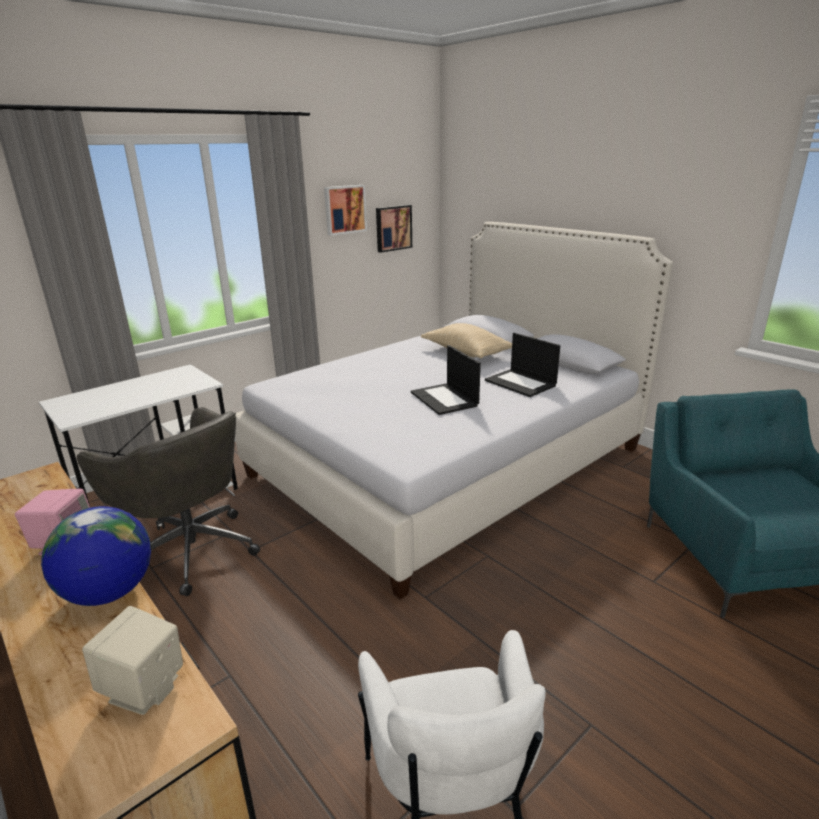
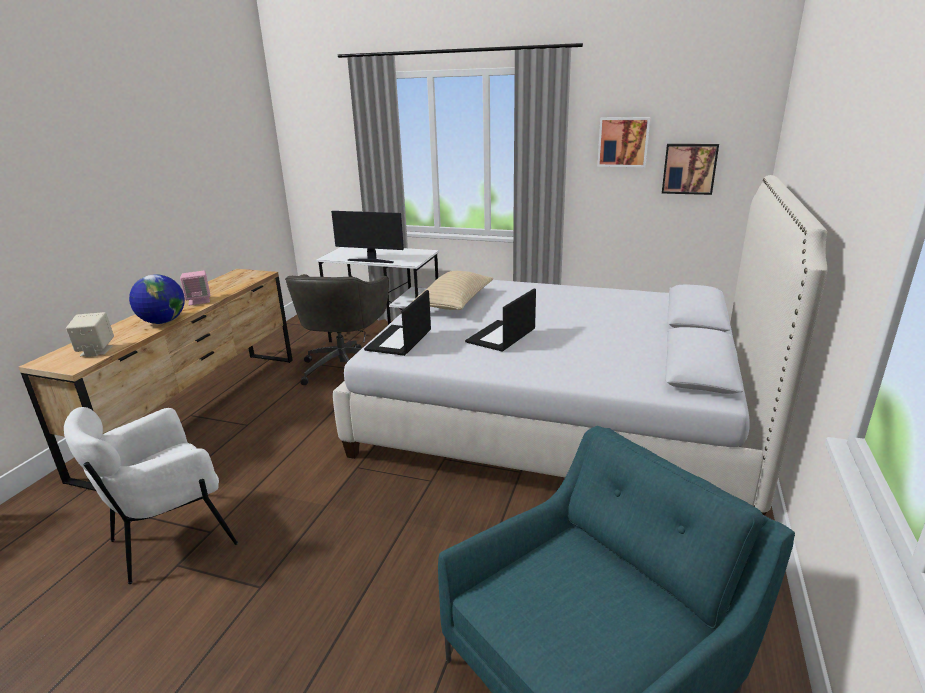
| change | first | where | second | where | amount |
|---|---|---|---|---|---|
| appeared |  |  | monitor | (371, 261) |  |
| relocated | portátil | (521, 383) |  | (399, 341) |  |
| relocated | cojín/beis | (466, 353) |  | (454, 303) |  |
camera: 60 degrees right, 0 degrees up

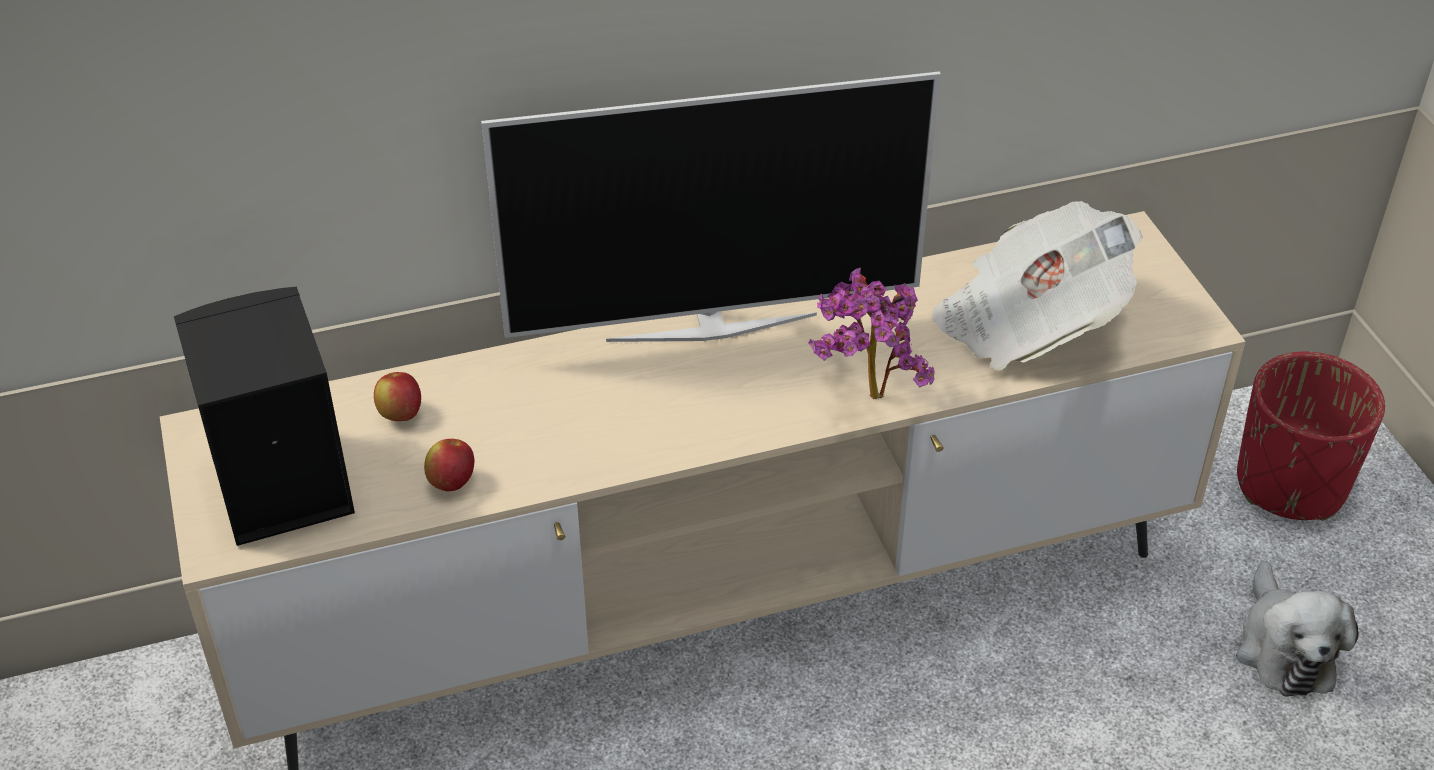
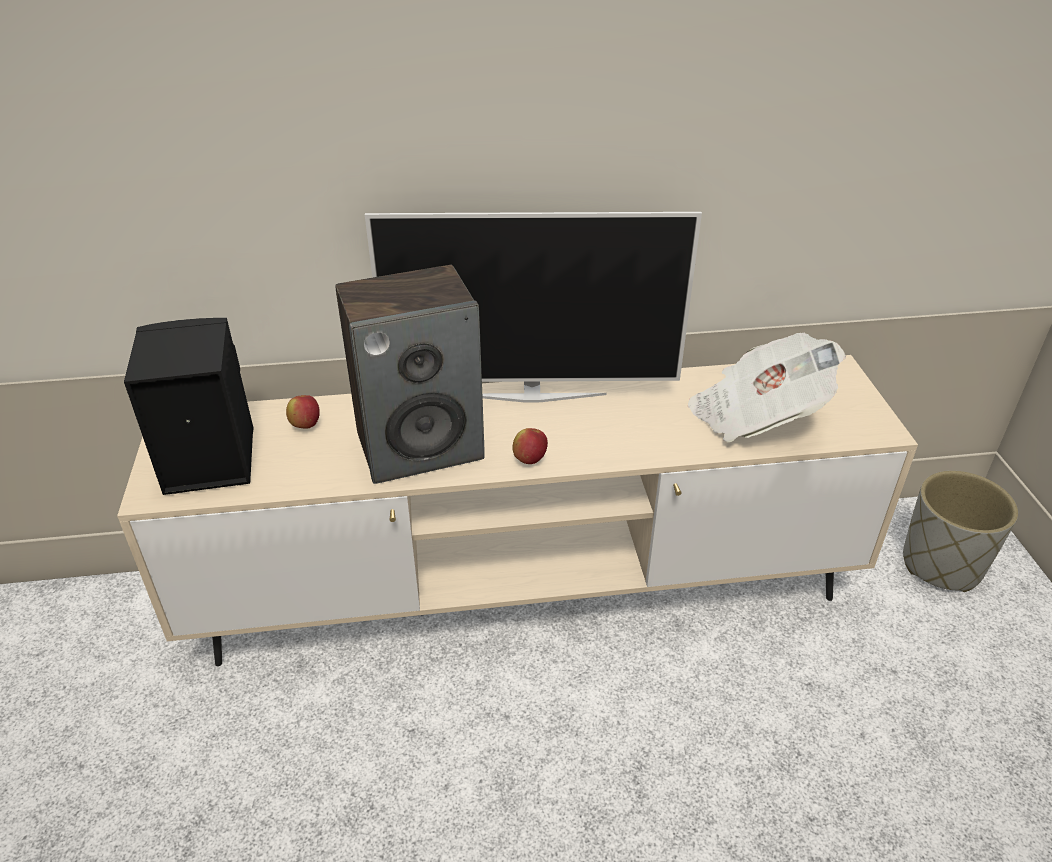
| change | first | where | second | where | amount |
|---|---|---|---|---|---|
| appeared |  |  | altavoz | (420, 446) |  |
| relocated | manzana | (452, 482) |  | (530, 459) |  |
| colour | maceta/rojo | (1291, 484) | maceta/gris | (942, 564) |  |
| missing | planta en maceta | (864, 398) |  |  |  |
| missing | peluche | (1284, 647) |  |  |  |
camera: 10 degrees right, 5 degrees down

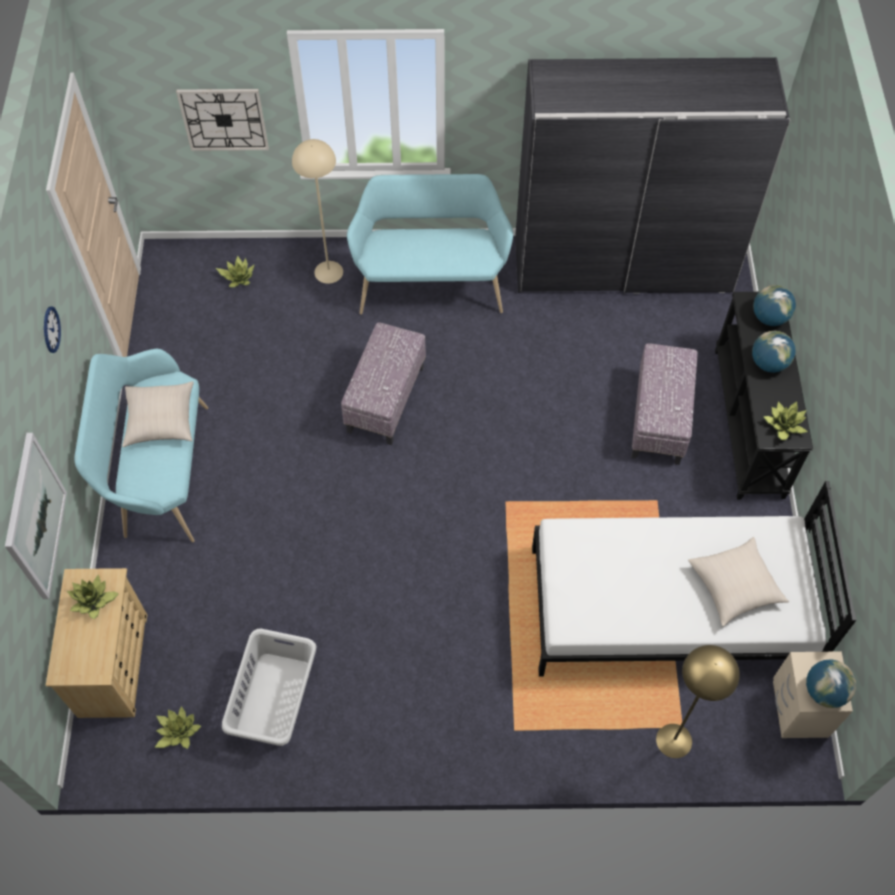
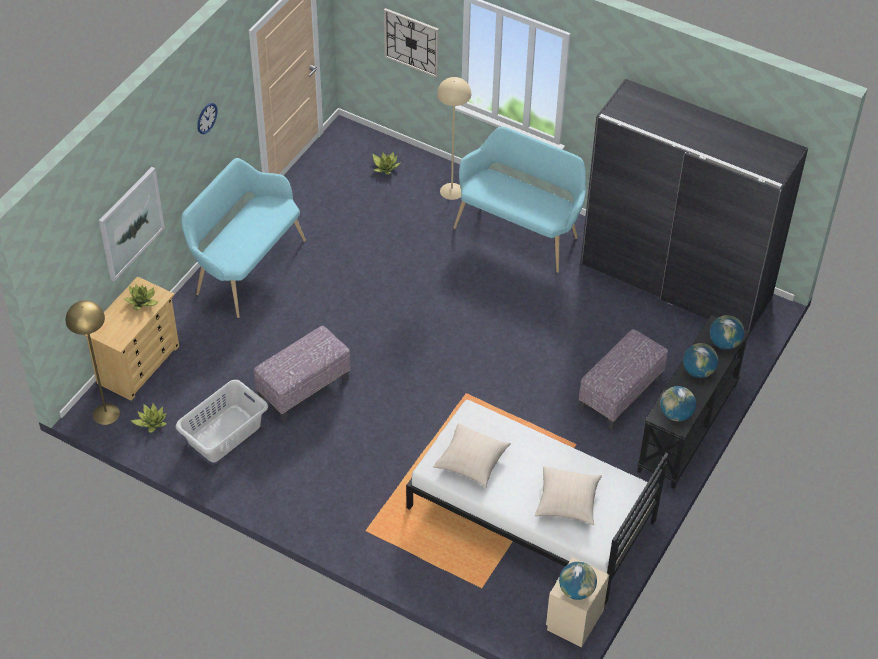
| change | first | where | second | where | amount |
|---|---|---|---|---|---|
| relocated | lámpara de pie/amarillo | (673, 740) |  | (106, 414) |  |
| relocated | puf | (385, 398) |  | (304, 388) |  |
| relocated | cojín/beis | (161, 420) |  | (471, 461) |  |
| exchanged | planta en maceta | (784, 425) | globo terráqueo | (676, 414) |  |
camera: 30 degrees right, 10 degrees down

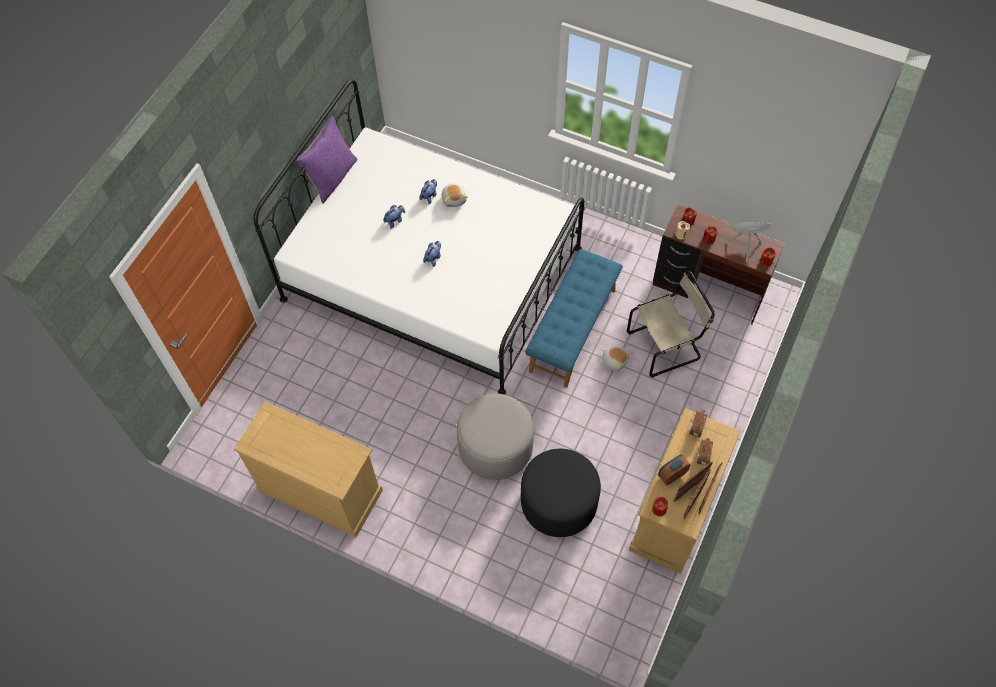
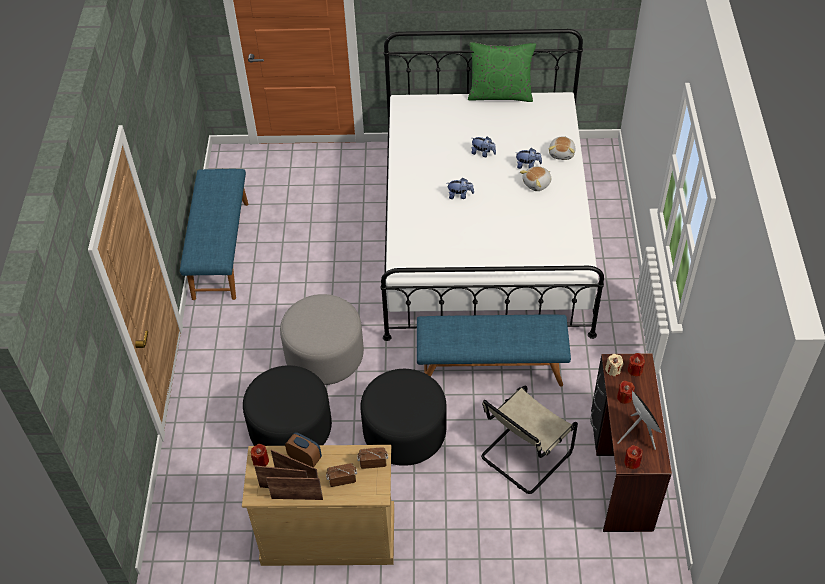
| change | first | where | second | where | amount |
|---|---|---|---|---|---|
| exchanged | cómoda/beis | (320, 490) | banco/azul | (220, 249) |  |
| appeared |  |  | puf/negro | (404, 432) |  |
| colour | cojín/morado | (332, 177) | cojín/verde | (500, 94) |  |
| spun | silla/beis | (666, 345) |  | (523, 457) | 90 degrees clockwise |
| relocated | peluche | (614, 360) |  | (562, 153) |  |
camera: 65 degrees right, 10 degrees down

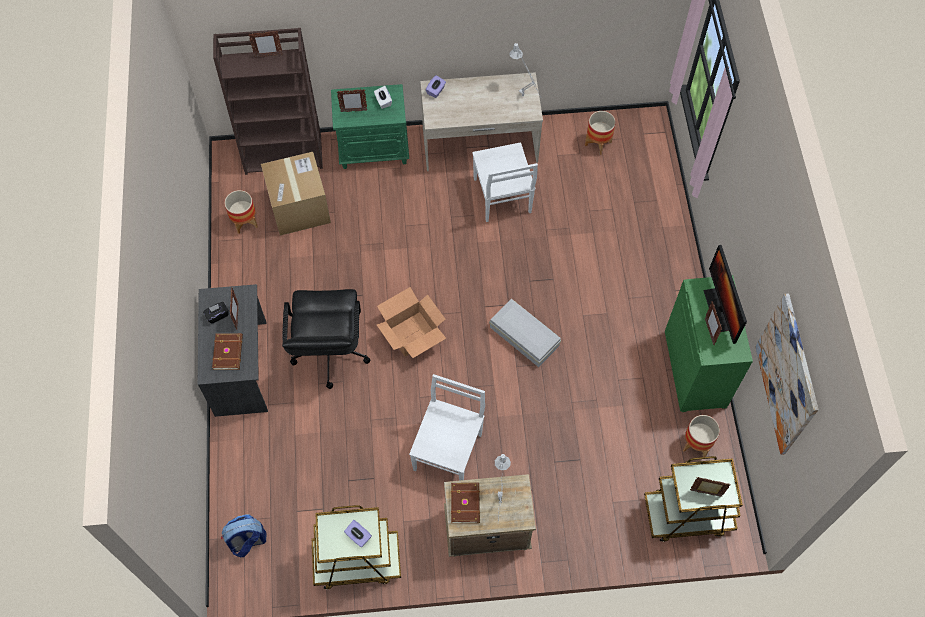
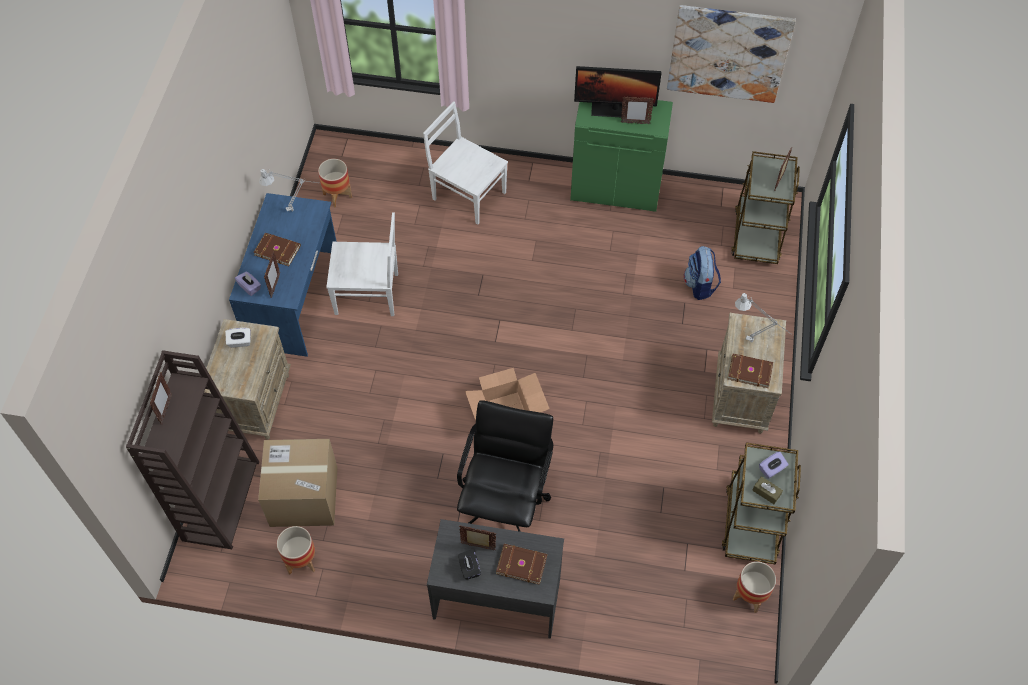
| change | first | where | second | where | amount |
|---|---|---|---|---|---|
| colour | mesita de noche/verde | (374, 149) | mesita de noche/beis | (255, 402) |  |
| colour | escritorio/beis | (480, 145) | escritorio/azul | (294, 299) |  |
| appeared |  |  | libro/marrón | (277, 249) |  |
| relocated | portarretratos | (353, 111) |  | (275, 286) |  |
| relocated | silla/blanco | (448, 450) |  | (467, 195) |  |
| spun | silla de oficina/negro | (329, 353) |  | (505, 501) | 90 degrees counterclockwise |
| relocated | mochila | (247, 541) |  | (700, 285) |  |
| relocated | maceta | (696, 444) |  | (749, 596) |  |
| appeared |  |  | caja de pañuelos/marrón | (766, 492) |  |
| missing | caja de almacenaje/blanco | (524, 337) |  |  |  |
camera: 75 degrees left, 5 degrees down

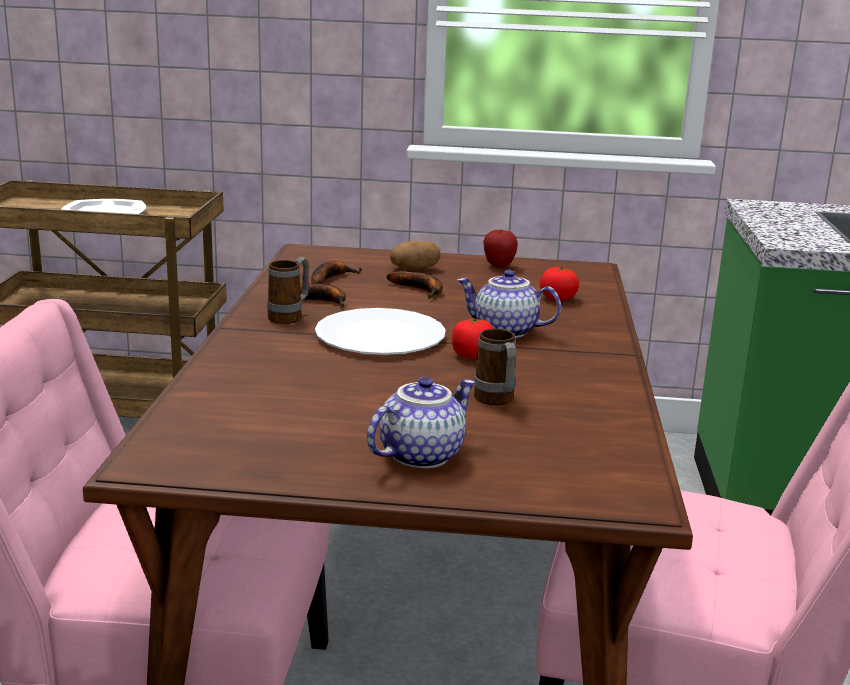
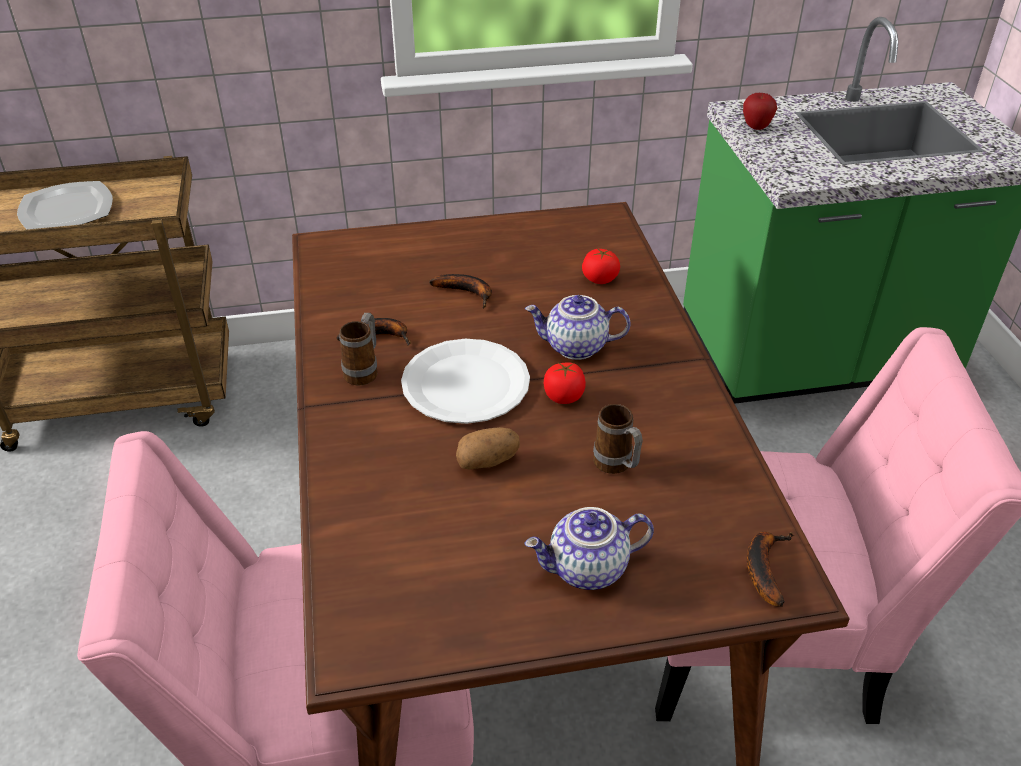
| change | first | where | second | where | amount |
|---|---|---|---|---|---|
| relocated | patata | (414, 268) |  | (488, 461) |  |
| spun | tetera | (420, 455) |  | (587, 570) | 135 degrees counterclockwise |
| relocated | manzana | (499, 266) |  | (756, 127) |  |
| relocated | plátano | (329, 279) |  | (763, 567) |  |
camera: 15 degrees left, 20 degrees up

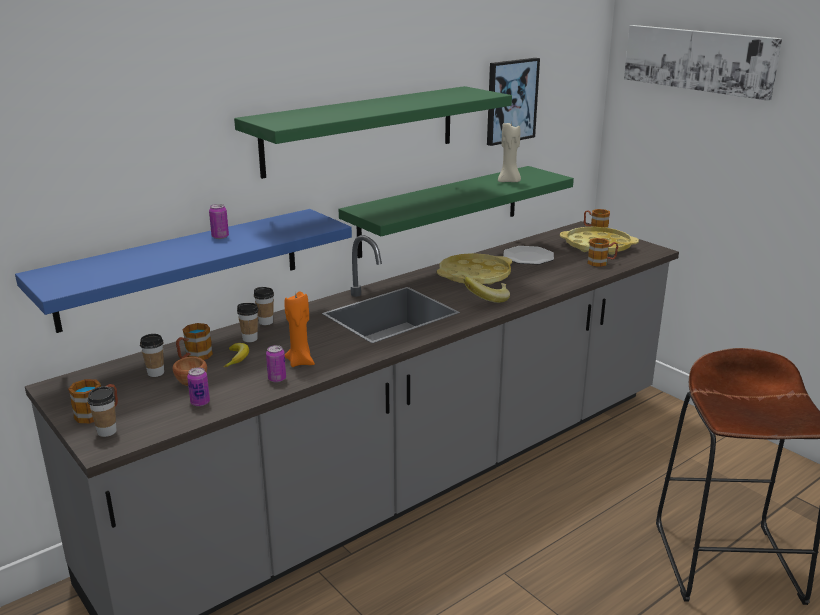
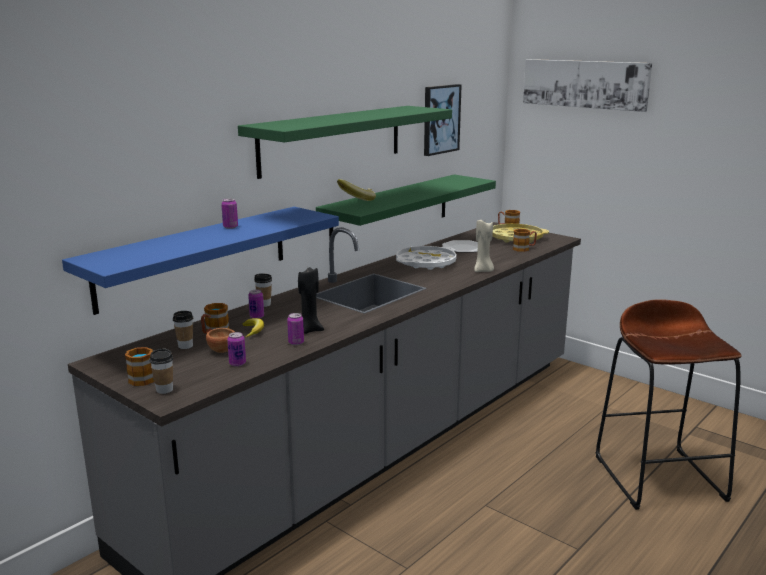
| change | first | where | second | where | amount |
|---|---|---|---|---|---|
| exchanged | taza | (250, 339) | lata | (257, 317) |  |
| colour | vela/naranja | (300, 362) | vela/negro | (310, 330) |  |
| relocated | plátano | (487, 299) |  | (357, 200) |  |
| colour | bandeja/amarillo | (474, 276) | bandeja/blanco | (425, 263) |  |
| relocated | vela/beis | (509, 181) |  | (483, 271) |  |
camera: 10 degrees left, 5 degrees down

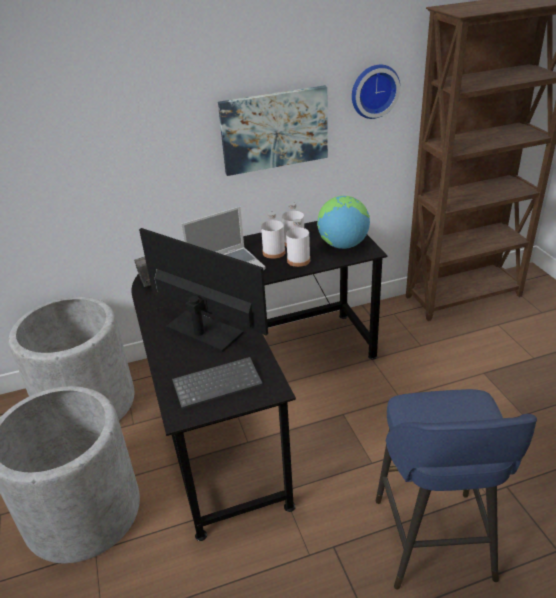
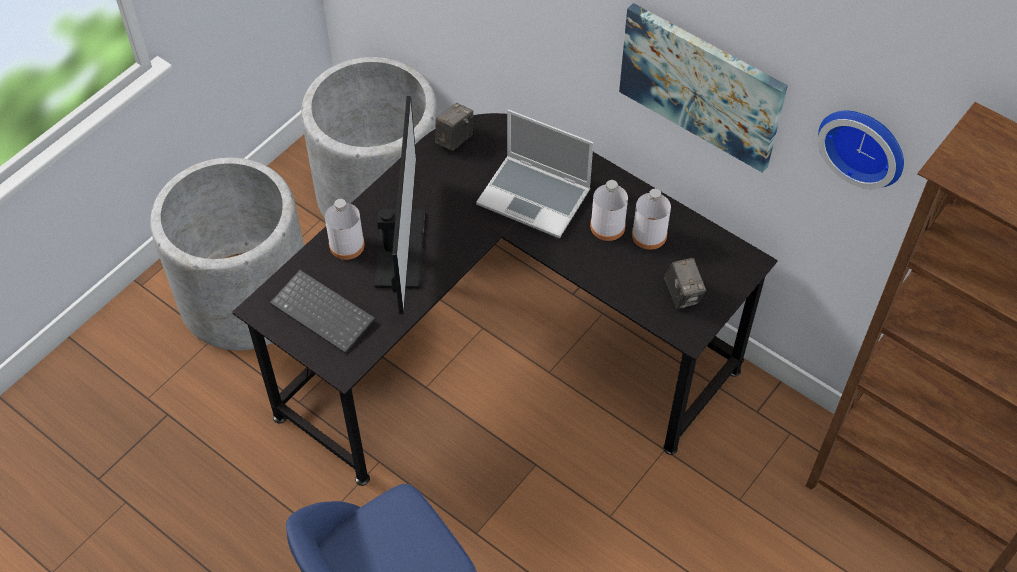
| change | first | where | second | where | amount |
|---|---|---|---|---|---|
| relocated | botella/blanco | (298, 260) |  | (347, 245) |  |
| exchanged | globo terráqueo | (342, 245) | cámara | (682, 294) |  |
camera: 55 degrees right, 20 degrees up

